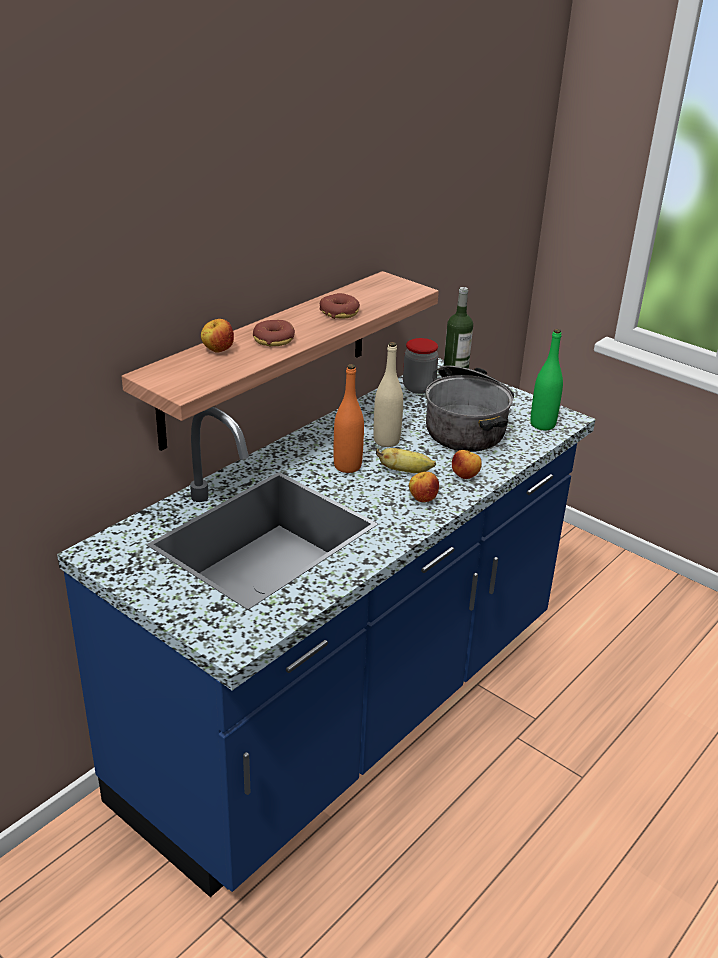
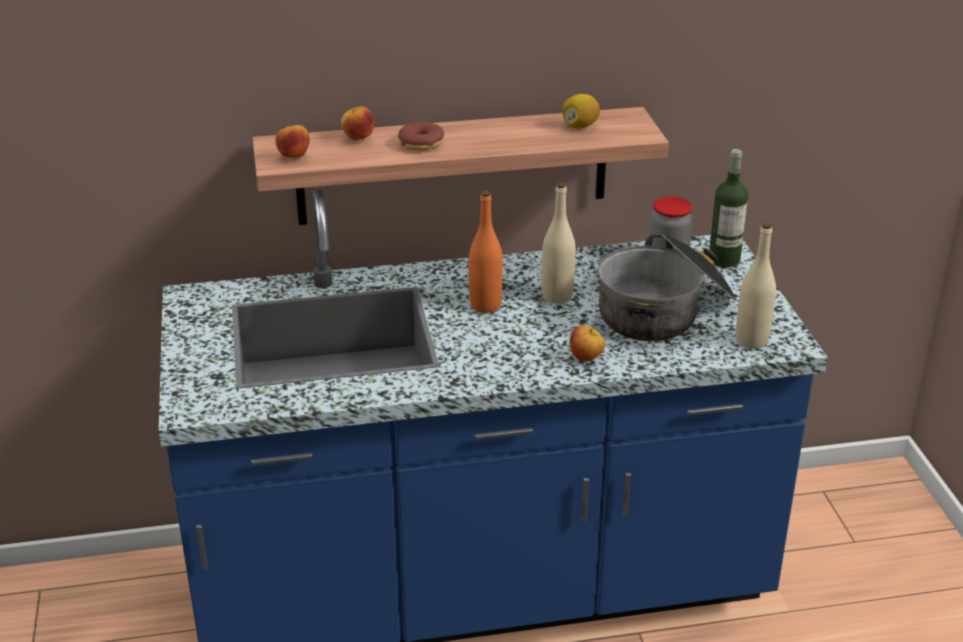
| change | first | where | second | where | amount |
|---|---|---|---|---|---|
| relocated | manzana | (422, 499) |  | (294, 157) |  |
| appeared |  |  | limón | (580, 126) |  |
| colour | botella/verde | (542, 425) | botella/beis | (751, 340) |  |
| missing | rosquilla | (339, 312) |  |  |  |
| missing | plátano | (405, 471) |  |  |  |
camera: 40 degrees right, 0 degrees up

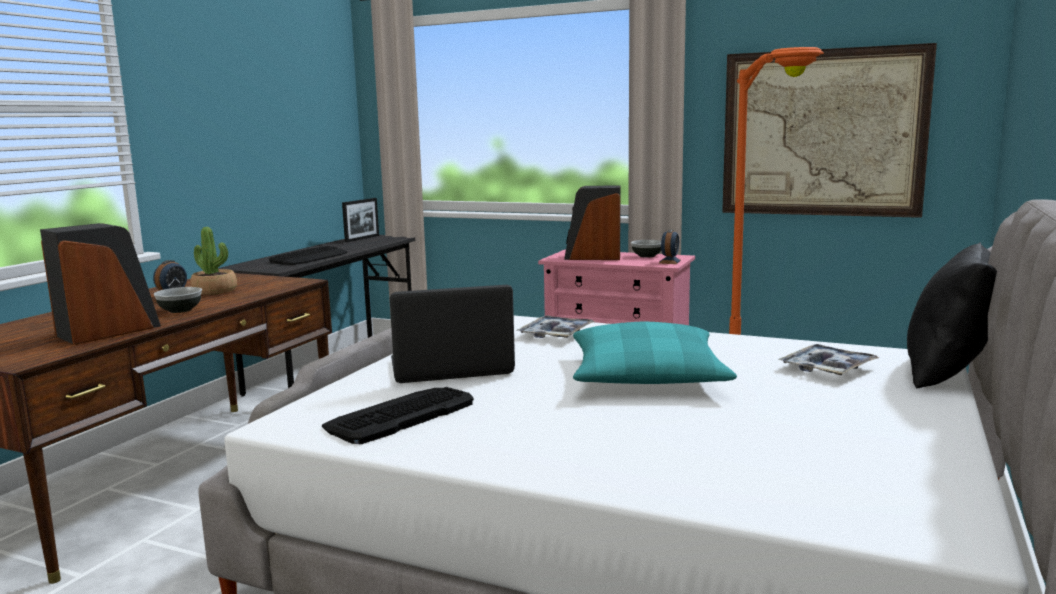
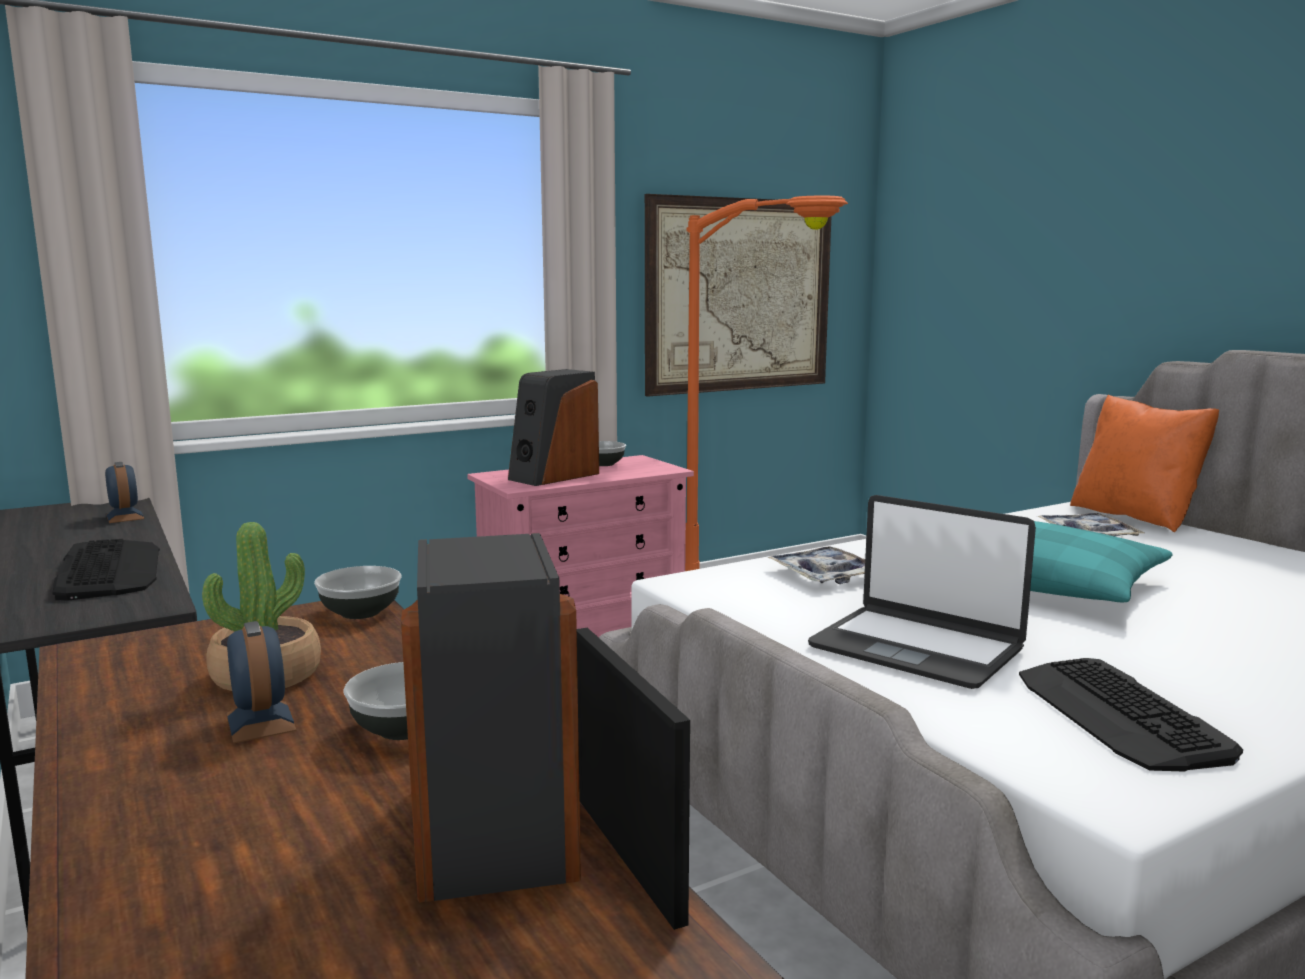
| change | first | where | second | where | amount |
|---|---|---|---|---|---|
| relocated | despertador | (669, 261) |  | (125, 517) |  |
| appeared |  |  | cuenco | (361, 612) |  |
| relocated | portarretratos | (362, 238) |  | (627, 855) |  |
| spun | portátil | (451, 368) |  | (917, 648) | 75 degrees counterclockwise |
| colour | cojín/negro | (948, 373) | cojín/naranja | (1135, 516) |  |
camera: 55 degrees left, 0 degrees up

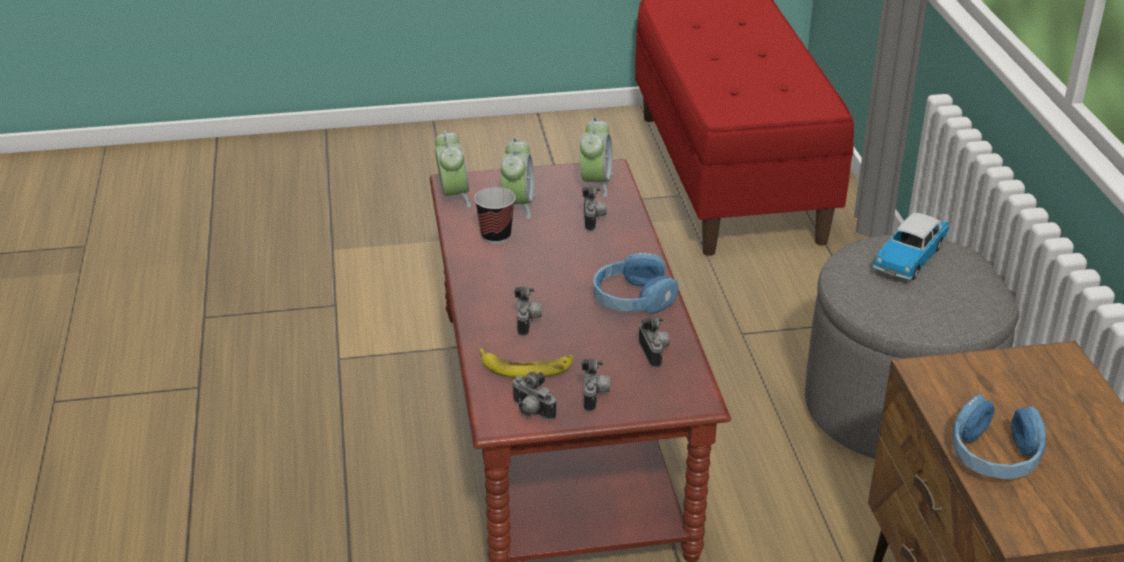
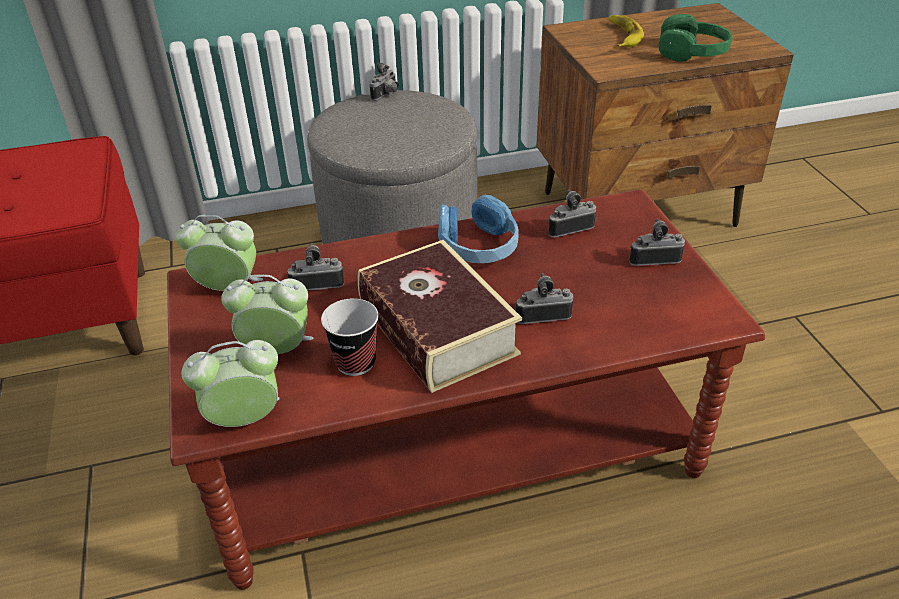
| change | first | where | second | where | amount |
|---|---|---|---|---|---|
| appeared |  |  | libro | (437, 329) |  |
| relocated | cámara | (531, 412) |  | (386, 95) |  |
| relocated | plátano | (526, 367) |  | (623, 36) |  |
| colour | auriculares/azul | (994, 455) | auriculares/verde | (692, 52) |  |
| missing | coche de juguete | (909, 258) |  |  |  |
camera: 95 degrees left, 5 degrees up

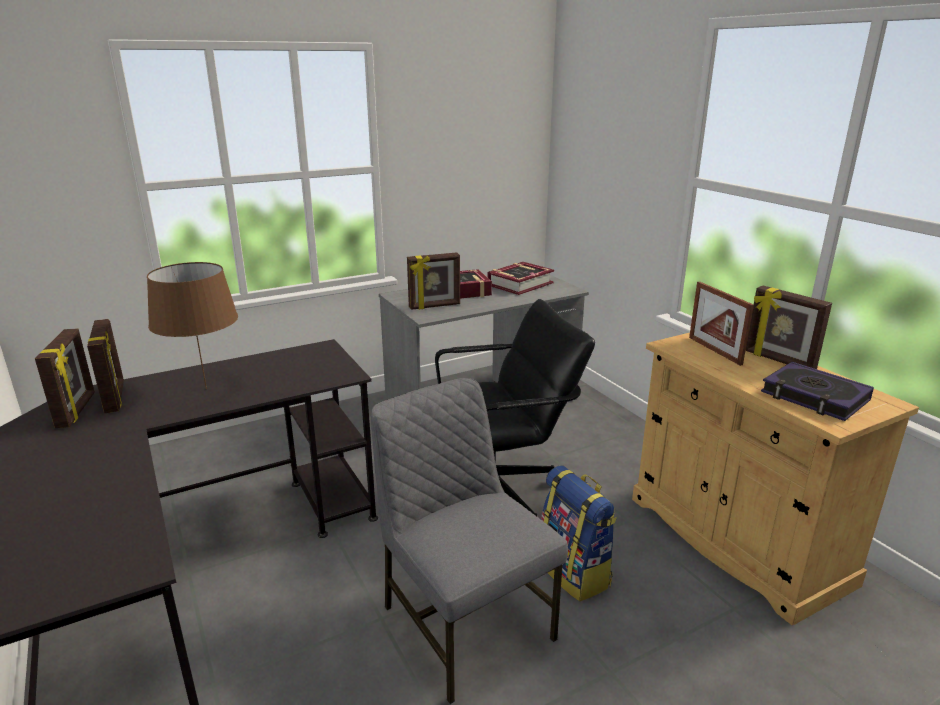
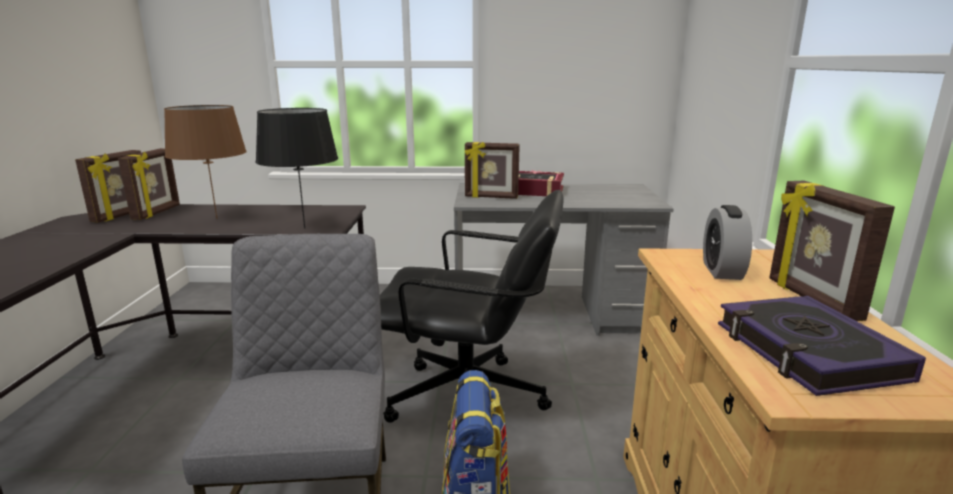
| change | first | where | second | where | amount |
|---|---|---|---|---|---|
| appeared |  |  | lámpara de mesa/negro | (304, 228) |  |
| exchanged | portarretratos | (714, 350) | despertador | (722, 271) |  |
| missing | libro | (520, 284) |  |  |  |
camera: 30 degrees right, 5 degrees down

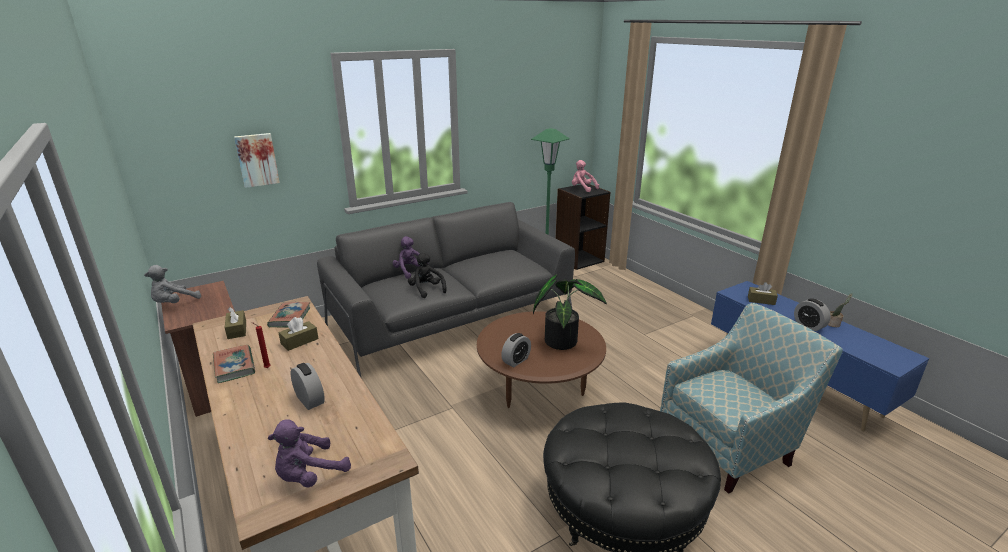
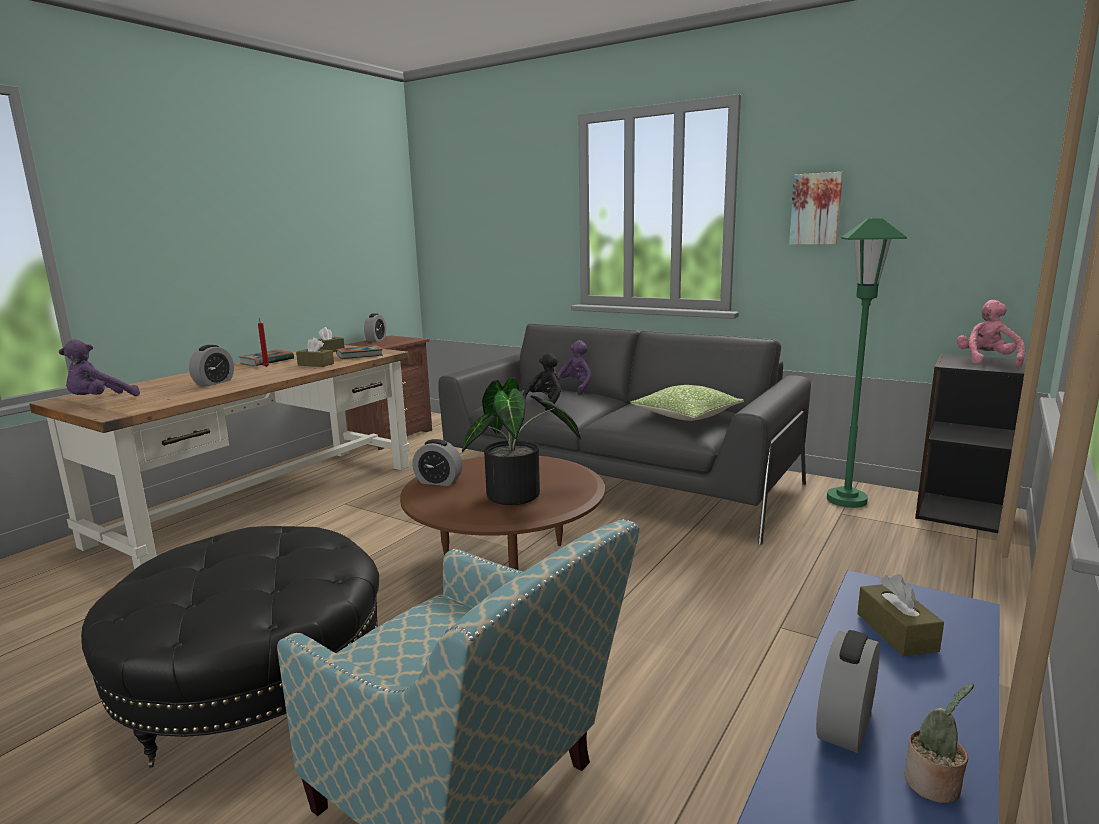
| change | first | where | second | where | amount |
|---|---|---|---|---|---|
| spun | peluche/morado | (309, 475) |  | (100, 401) | 75 degrees counterclockwise |
| exchanged | peluche/gris | (174, 303) | despertador | (376, 340) |  |
| appeared |  |  | cojín | (686, 416) |  |
| relocated | cuadro | (257, 160) |  | (816, 209) |  |
camera: 65 degrees right, 10 degrees down

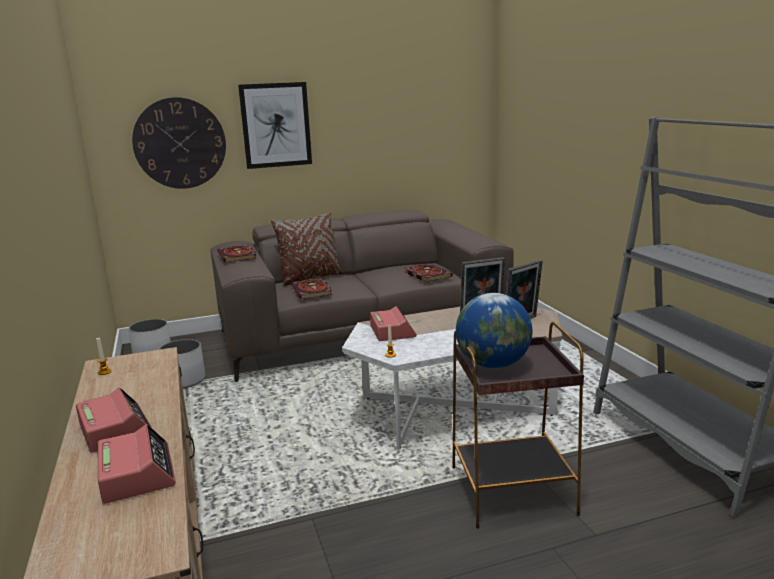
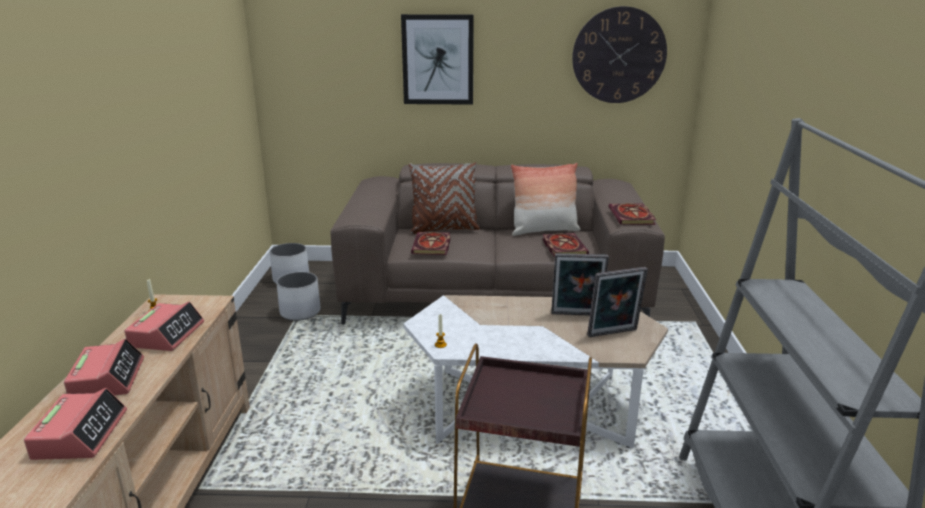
| change | first | where | second | where | amount |
|---|---|---|---|---|---|
| relocated | despertador | (392, 331) |  | (167, 334) |  |
| appeared |  |  | cojín | (544, 230) |  |
| relocated | reloj de pared | (180, 143) |  | (619, 55) |  |
| relocated | libro | (238, 256) |  | (632, 217) |  |
| missing | globo terráqueo | (493, 365) |  |  |  |
camera: 20 degrees right, 5 degrees up

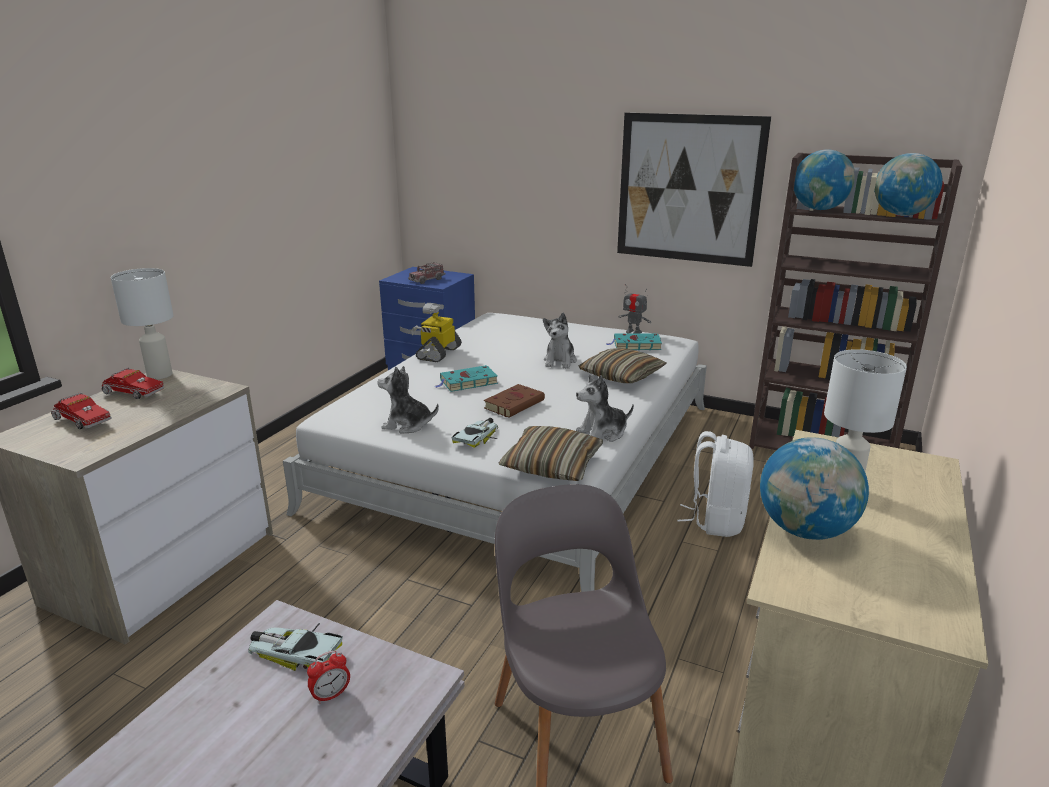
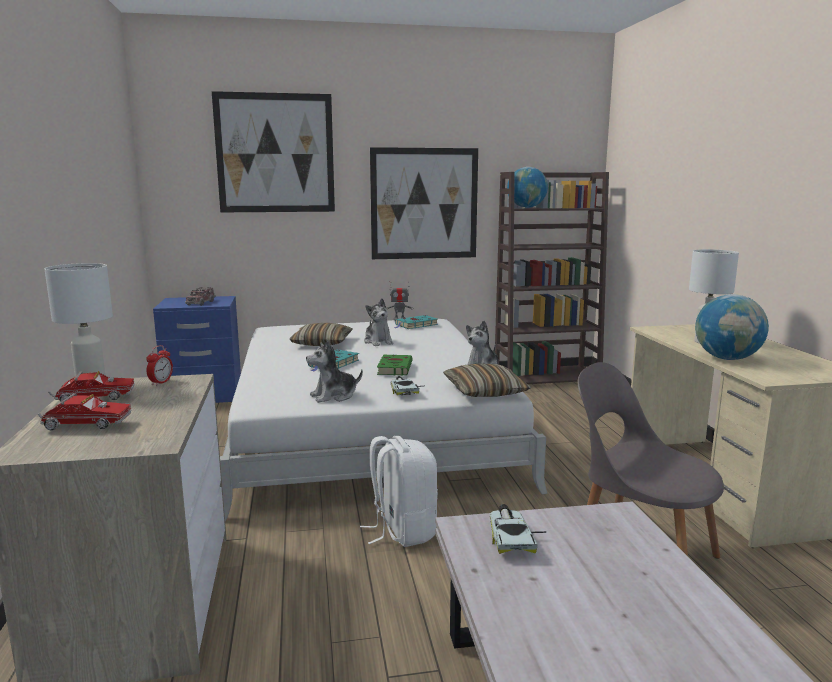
| change | first | where | second | where | amount |
|---|---|---|---|---|---|
| relocated | despertador | (331, 695) |  | (161, 382) |  |
| appeared |  |  | cuadro | (275, 153) |  |
| relocated | cojín | (621, 375) |  | (322, 343) |  |
| relocated | mochila/blanco | (715, 520) |  | (402, 531) |  |
| colour | libro/marrón | (515, 404) | libro/verde | (394, 368) |  |
| spun | coche de juguete | (295, 651) |  | (511, 536) | 105 degrees clockwise |
| missing | robot de juguete | (438, 353) |  |  |  |
| missing | globo terráqueo | (901, 215) |  |  |  |
camera: 35 degrees left, 10 degrees down

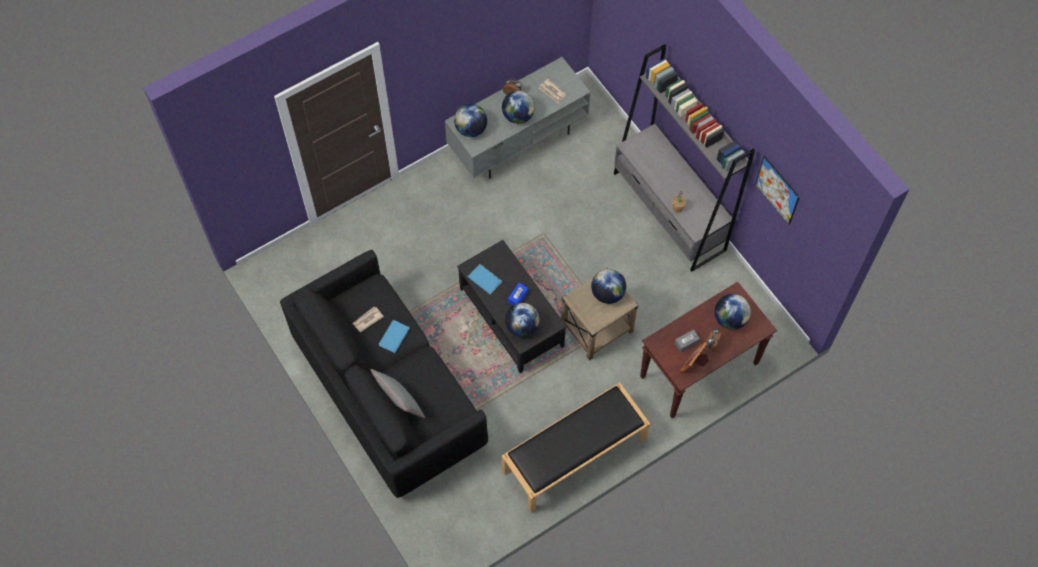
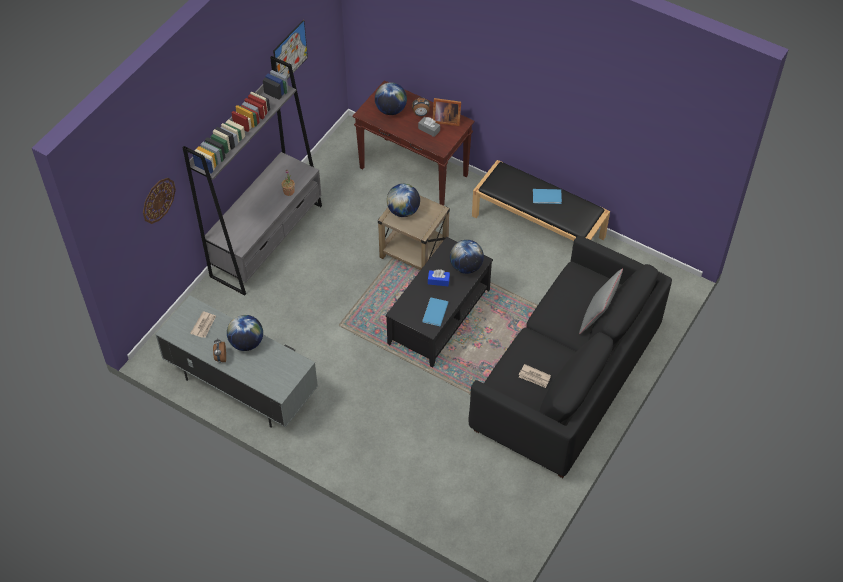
| change | first | where | second | where | amount |
|---|---|---|---|---|---|
| appeared |  |  | reloj de pared | (158, 200) |  |
| relocated | libro/azul | (393, 337) |  | (547, 197) |  |
| missing | globo terráqueo | (471, 129) |  |  |  |
camera: 115 degrees left, 10 degrees down

